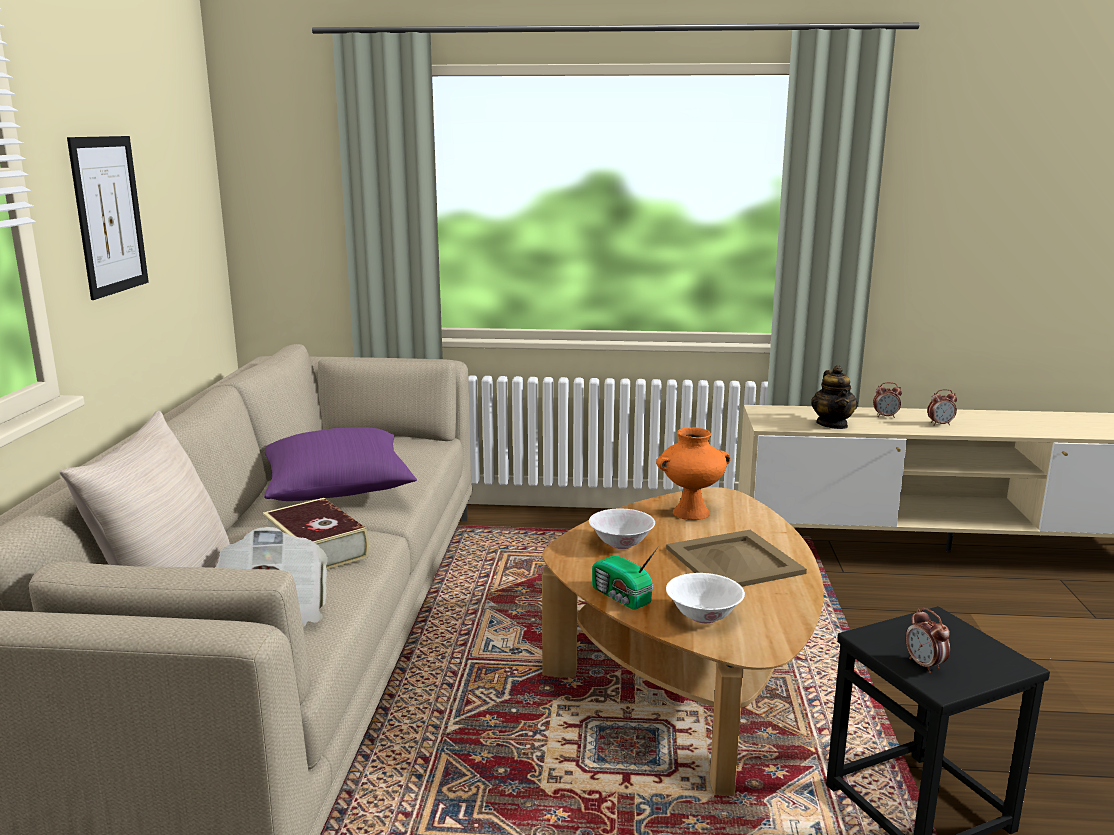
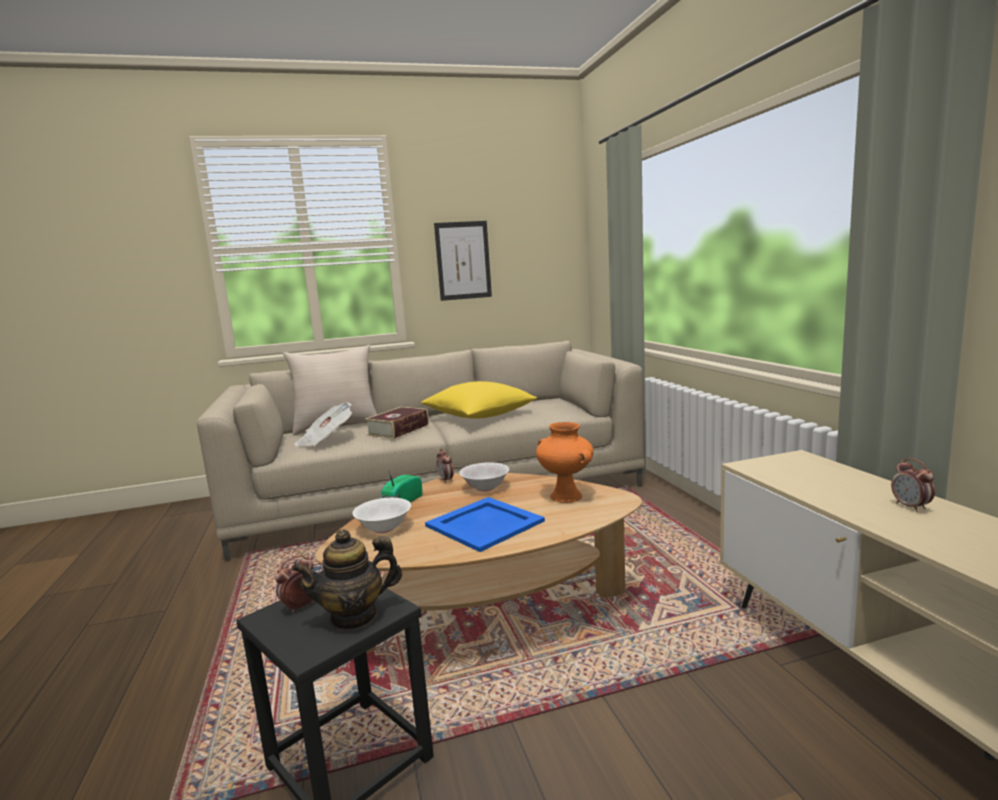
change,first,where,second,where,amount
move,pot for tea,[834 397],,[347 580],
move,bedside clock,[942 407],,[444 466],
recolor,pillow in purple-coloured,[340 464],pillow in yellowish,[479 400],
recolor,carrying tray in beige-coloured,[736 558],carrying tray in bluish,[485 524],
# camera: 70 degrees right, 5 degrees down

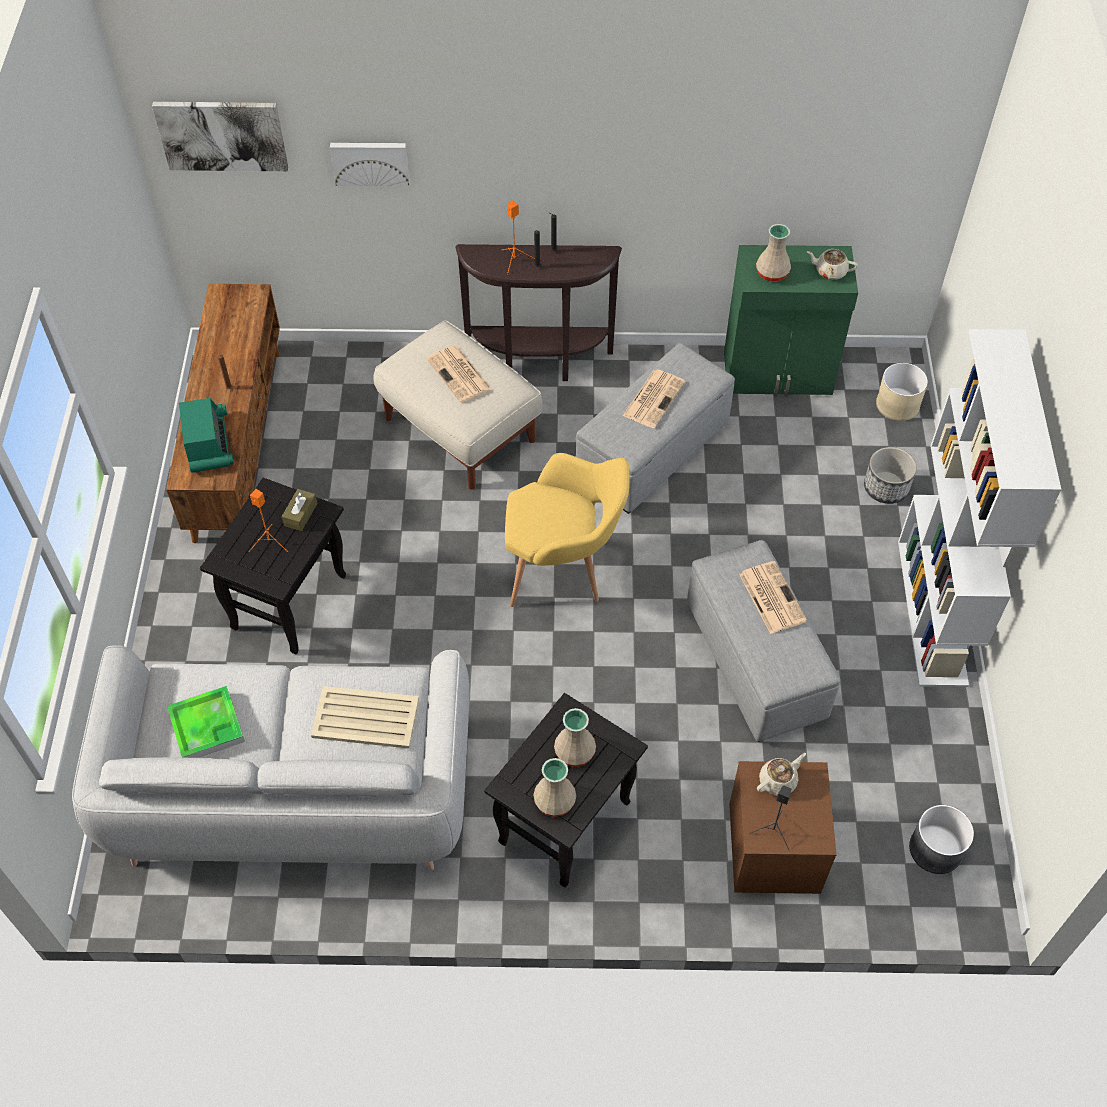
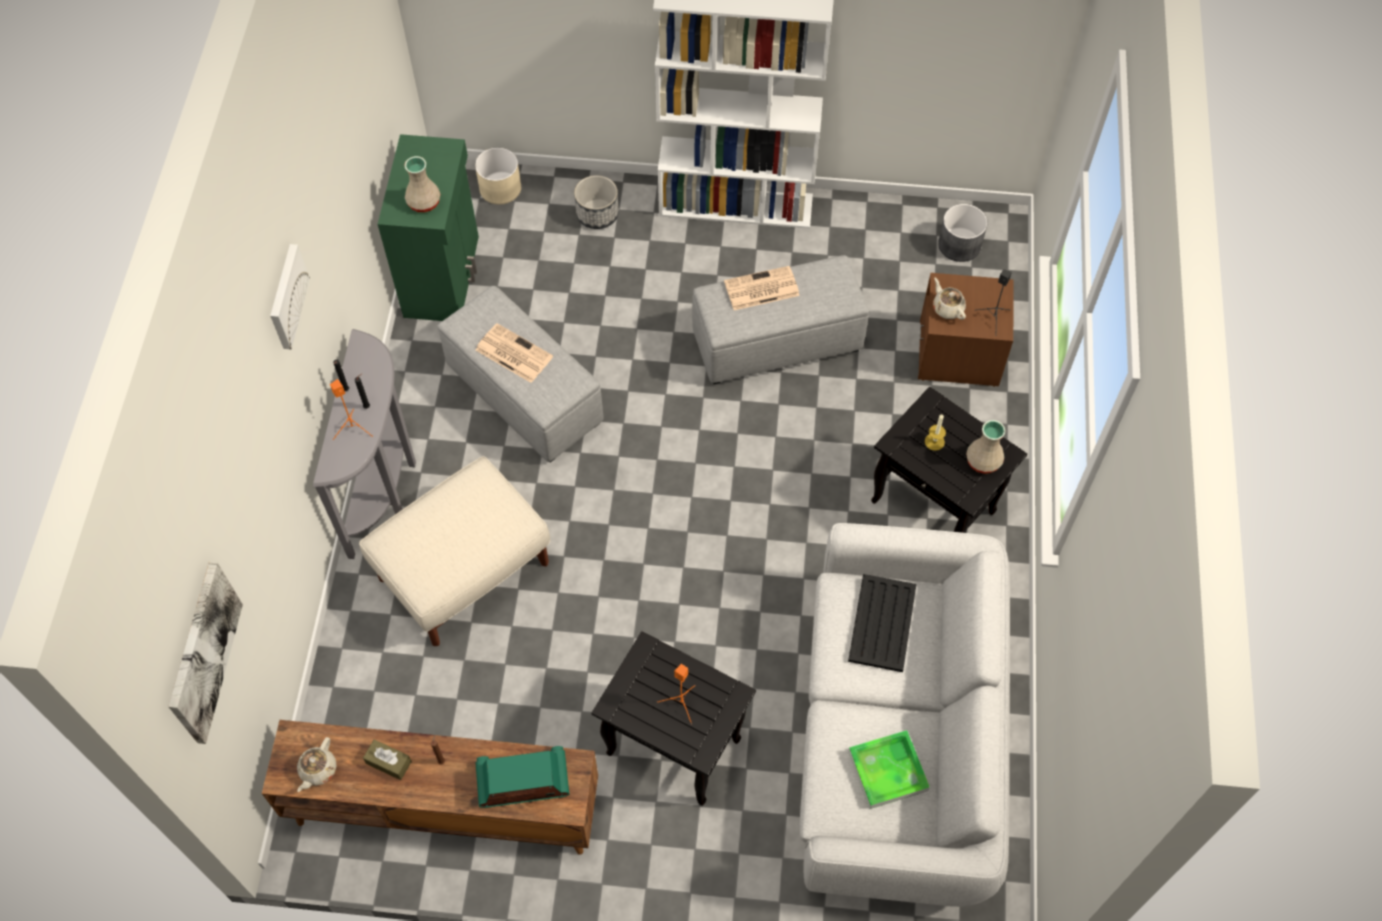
change,first,where,second,where,amount
delete,printed paper,[459 374],,,
delete,lounge chair in yellowish,[567 530],,,
move,box of tissues in brown,[299 510],,[387 759],
move,picture,[370 164],,[290 296],
move,pot for tea in beige-coloured,[832 264],,[317 764],
replace,decorative vase in beige-coloured,[575 737],wax candle,[935 433],
recolor,carrying tray in beige-coloured,[365 717],carrying tray in black-coloured,[882 623],
recolor,hall table in brown,[538 312],hall table in grey,[364 444],
# camera: 85 degrees left, 5 degrees up

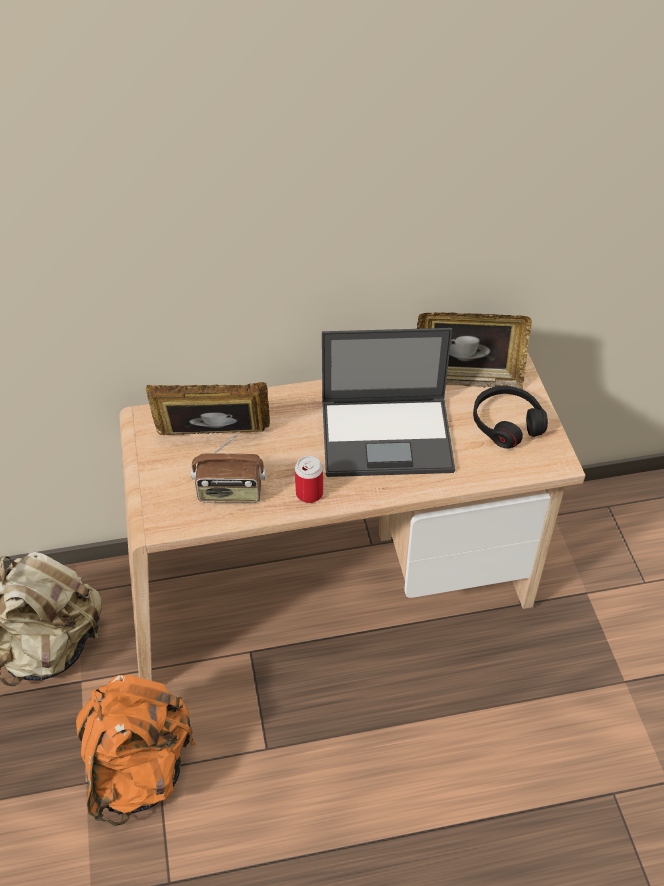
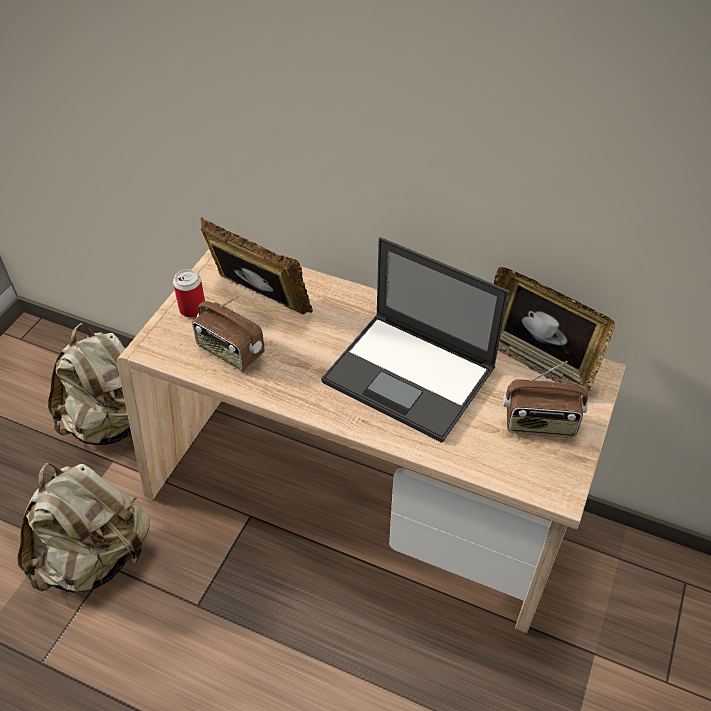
change,first,where,second,where,amount
move,metal can,[309 479],,[189 293],
replace,pair of headphones in black-coloured,[510 417],radio receiver,[545 399],
recolor,rucksack in orange,[136 750],rucksack in beige-coloured,[84 527],
# camera: 35 degrees right, 0 degrees up

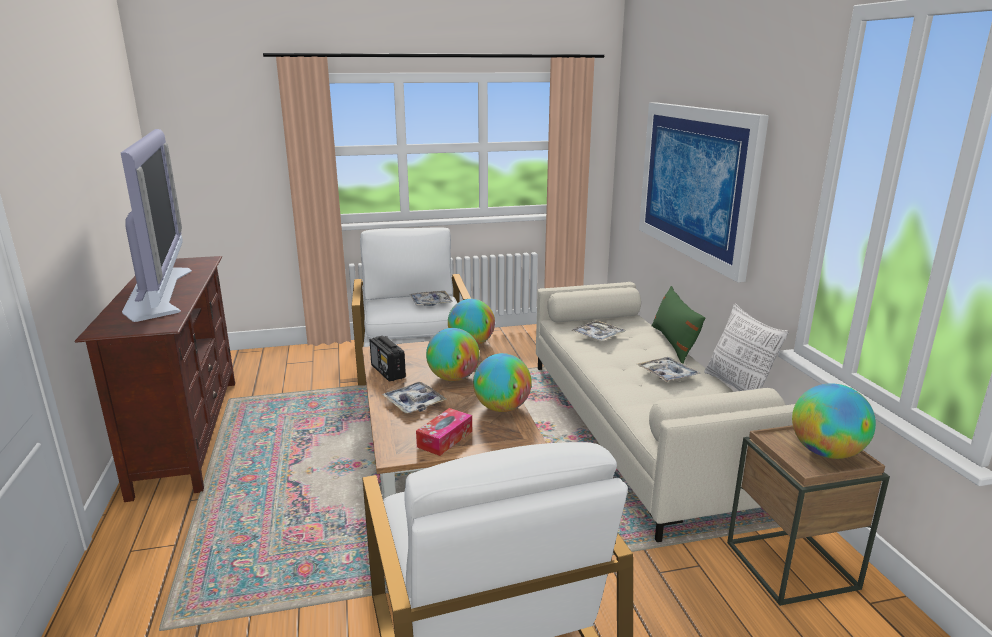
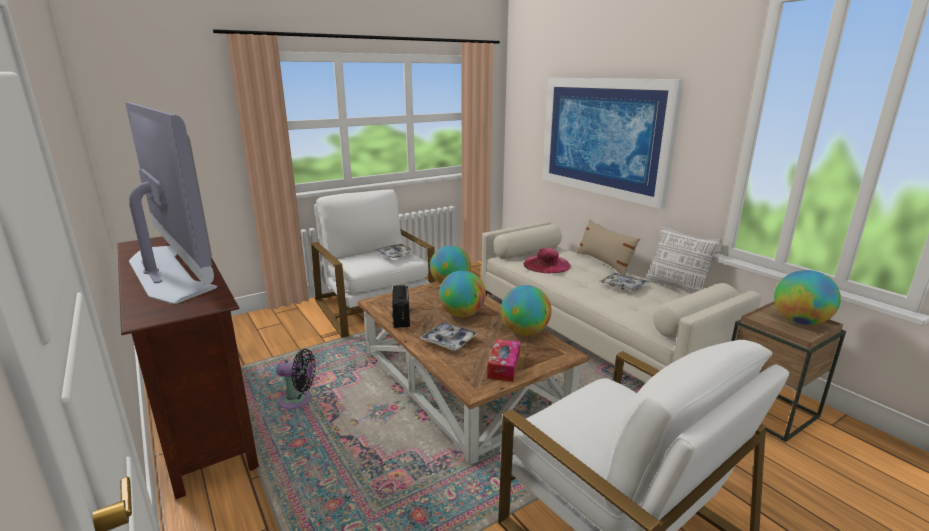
change,first,where,second,where,amount
insert,,,electric fan in black-coloured,[296 379],
replace,carrying tray,[598 330],hat in pink-coloured,[547 260],
recolor,pillow in green,[678 325],pillow in beige-coloured,[608 247],
rotate,radio receiver,[387 359],,[401 306],45 degrees clockwise
# camera: 20 degrees left, 0 degrees up

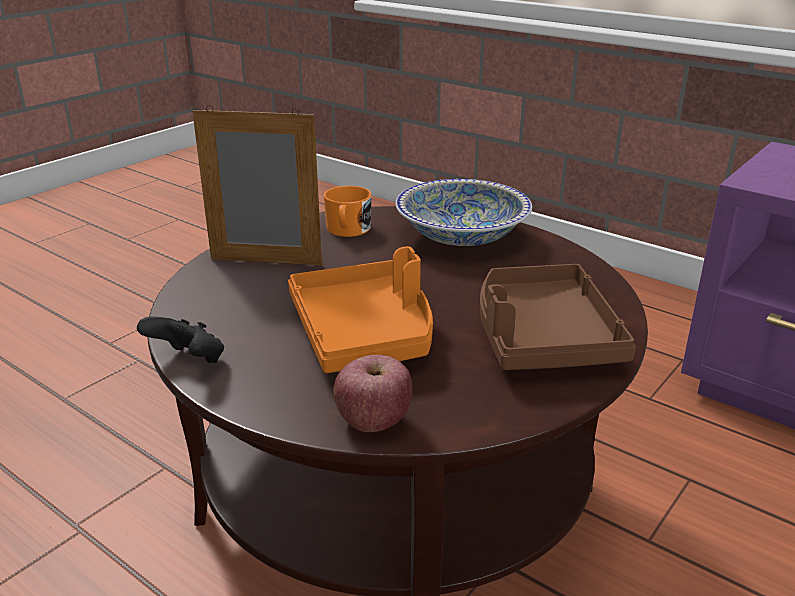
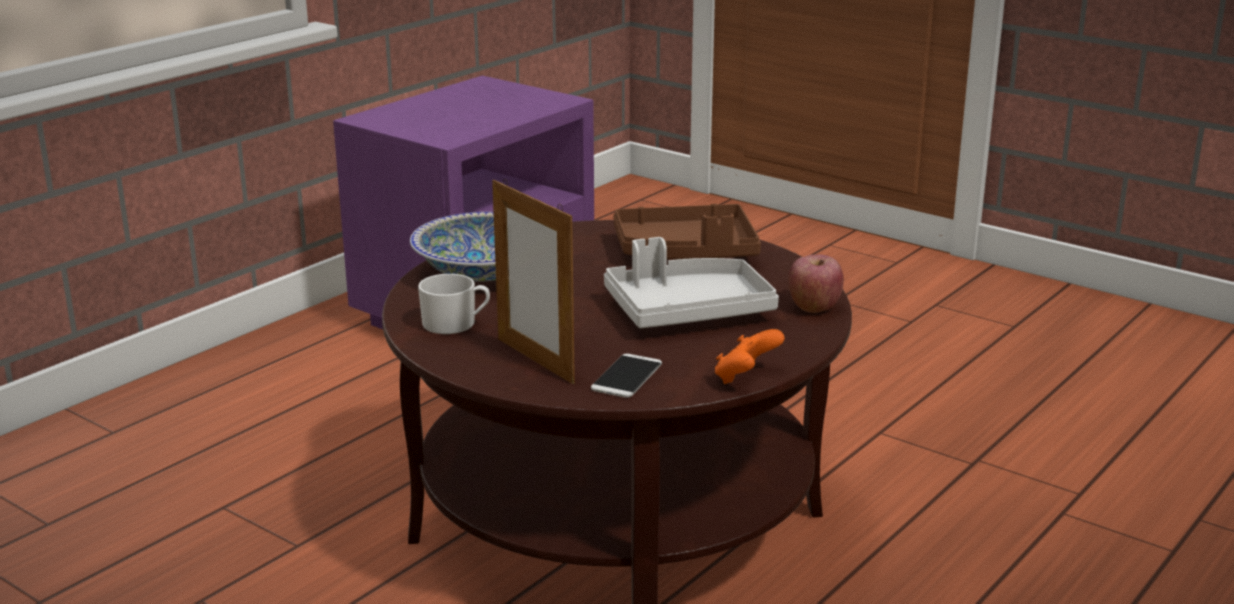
change,first,where,second,where,amount
insert,,,telephone,[626 376],
recolor,gamepad in black-coloured,[180 339],gamepad in orange,[750 356],
recolor,carrying tray in orange,[360 309],carrying tray in grey,[691 282],
recolor,coffee mug in orange,[348 211],coffee mug in whitish,[454 304],
rotate,photo frame,[257 185],,[533 281],45 degrees counterclockwise
# camera: 90 degrees left, 5 degrees down

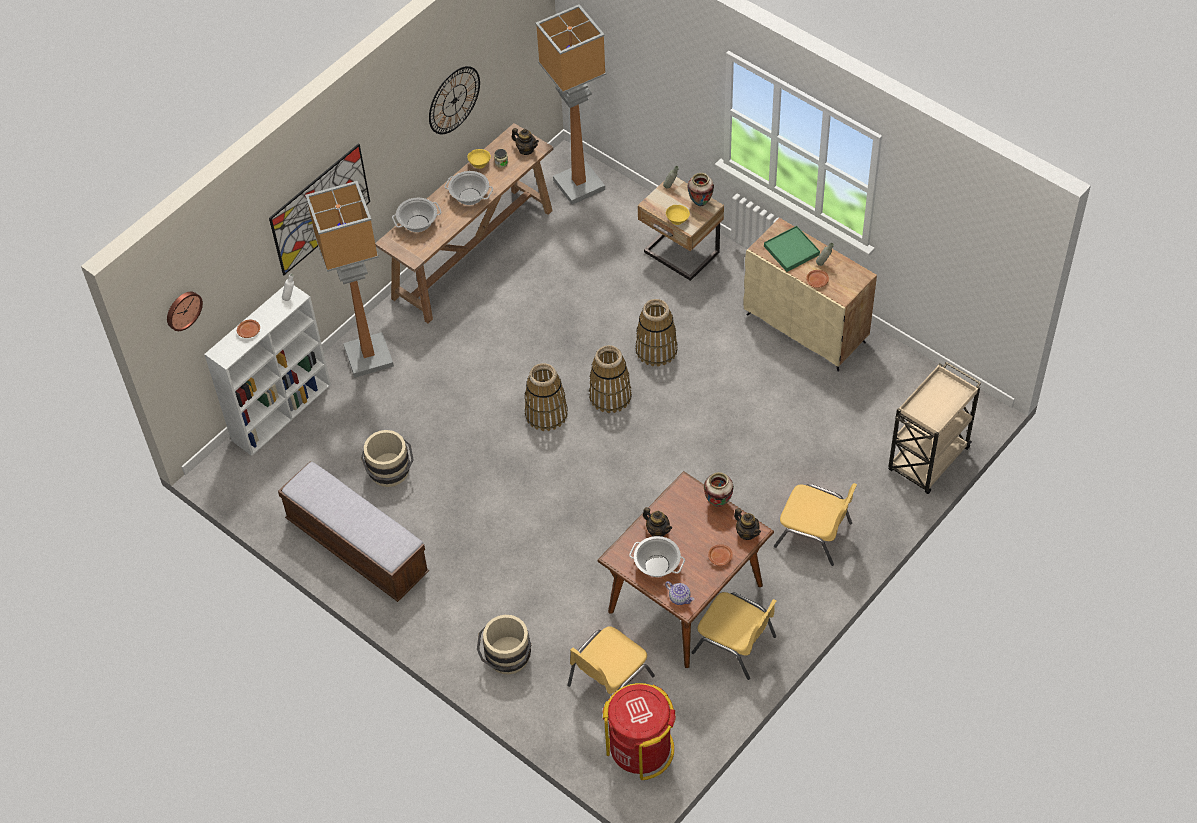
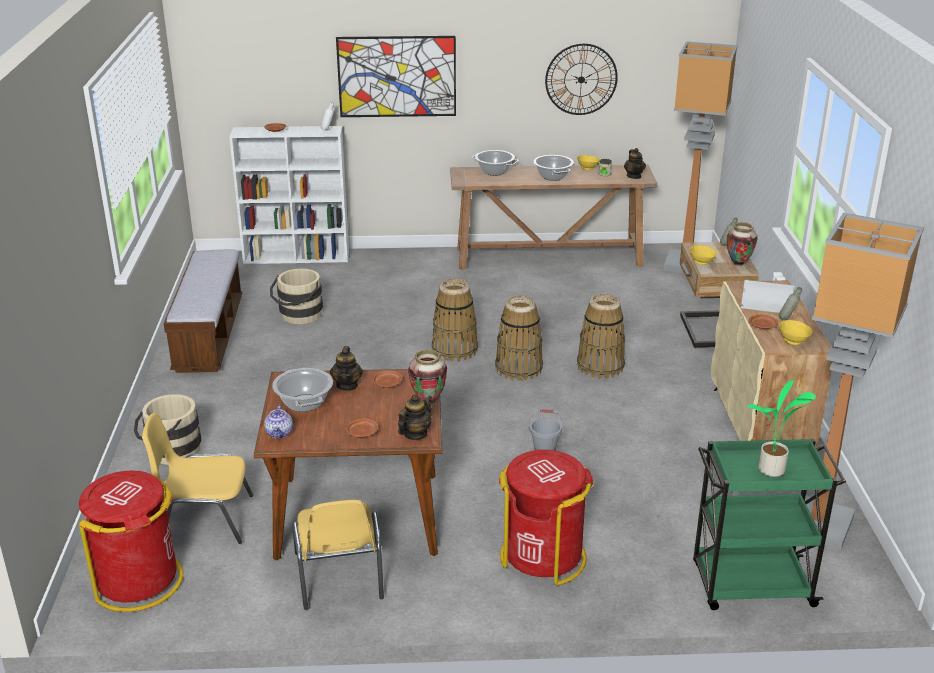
change,first,where,second,where,amount
delete,clock on the wall,[185 311],,,
insert,,,flat dish in brown,[387 379],
insert,,,bucket in grey,[546 430],
insert,,,plant in a pot,[781 428],
insert,,,deep dish in yellowish,[796 332],
move,standing lamp,[349 279],,[861 381],
replace,upright chair in yellowish,[815 524],trash can in red,[546 518],
recolor,carrying tray in green,[792 249],carrying tray in whitish,[768 296],
recolor,wheeled cart in beige-coloured,[934 428],wheeled cart in green,[769 524],
rotate,pot for tea,[747 524],,[415 417],150 degrees counterclockwise
# camera: 45 degrees right, 25 degrees down

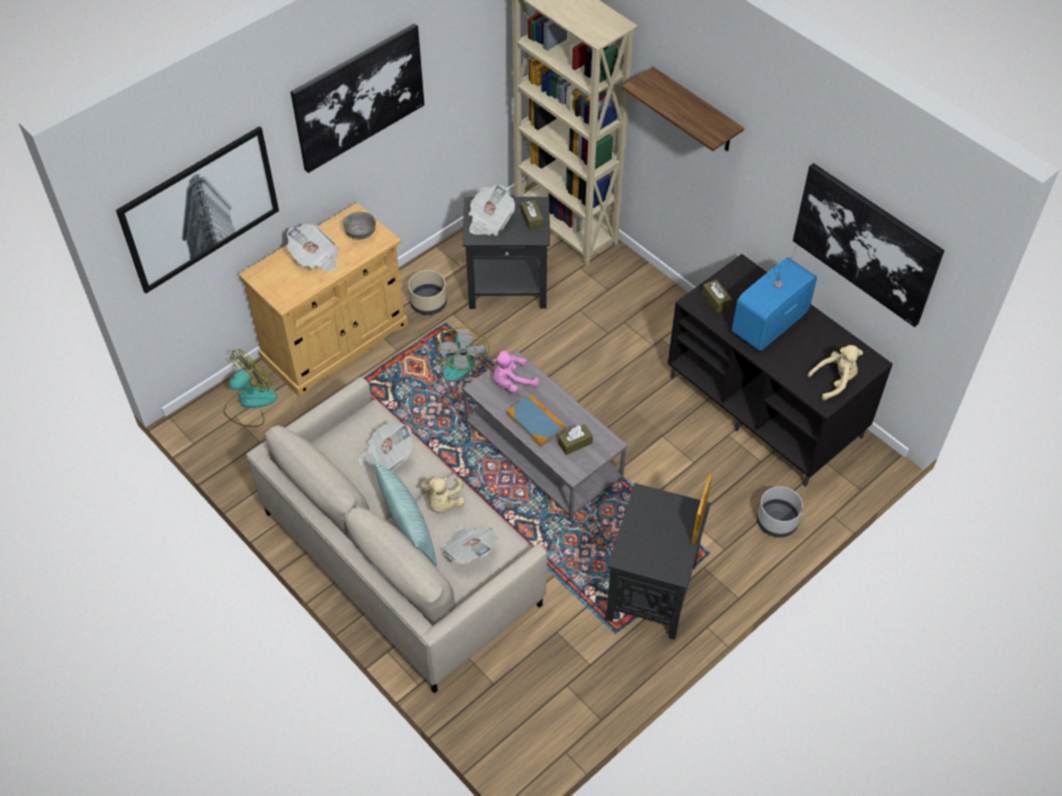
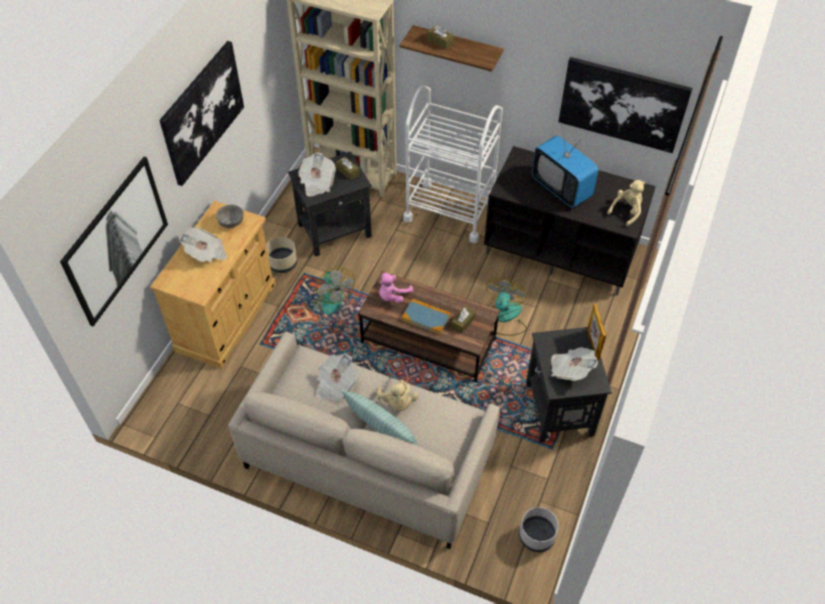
change,first,where,second,where,amount
insert,,,wheeled cart in whitish,[453 164],
move,electric fan,[251 388],,[506 306],
move,printed paper,[469 545],,[574 364],
move,box of tissues in brown,[717 296],,[440 37],
move,planter in grey,[780 511],,[539 529],
recolor,lounge table in grey,[545 436],lounge table in brown,[429 327],
rotate,TV set,[774 299],,[565 166],60 degrees counterclockwise
# camera: 25 degrees left, 0 degrees up

